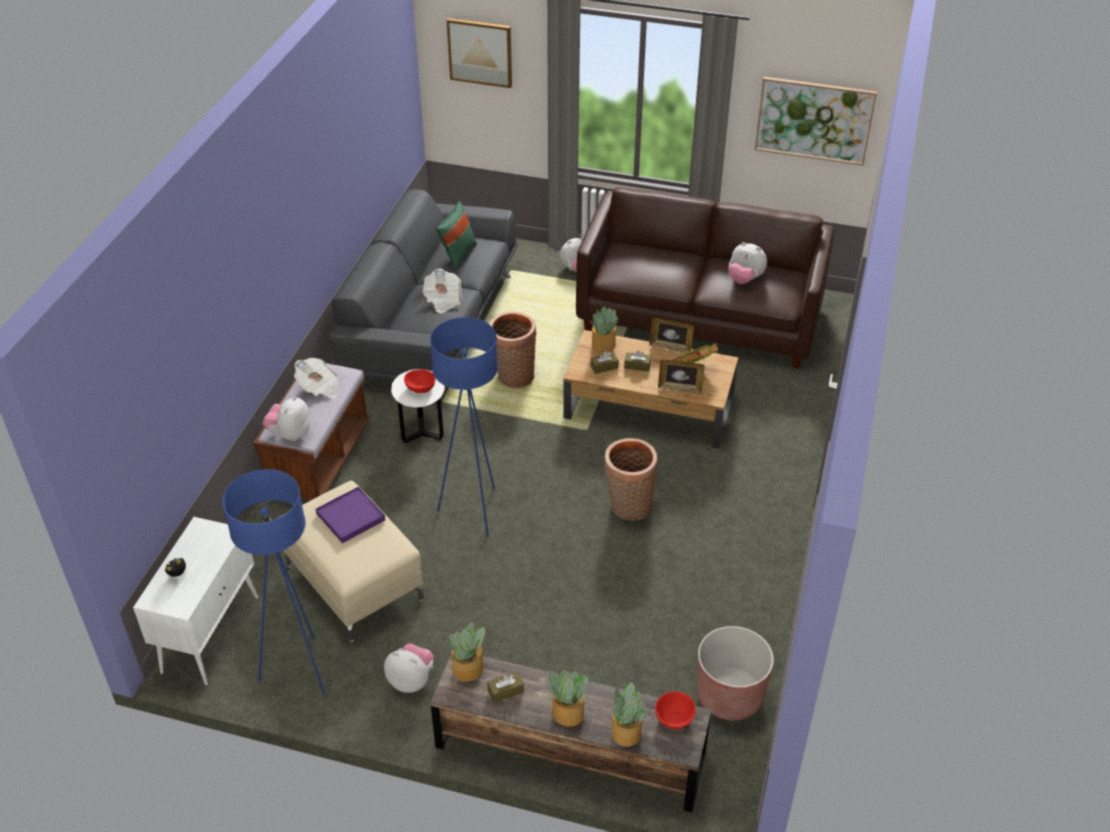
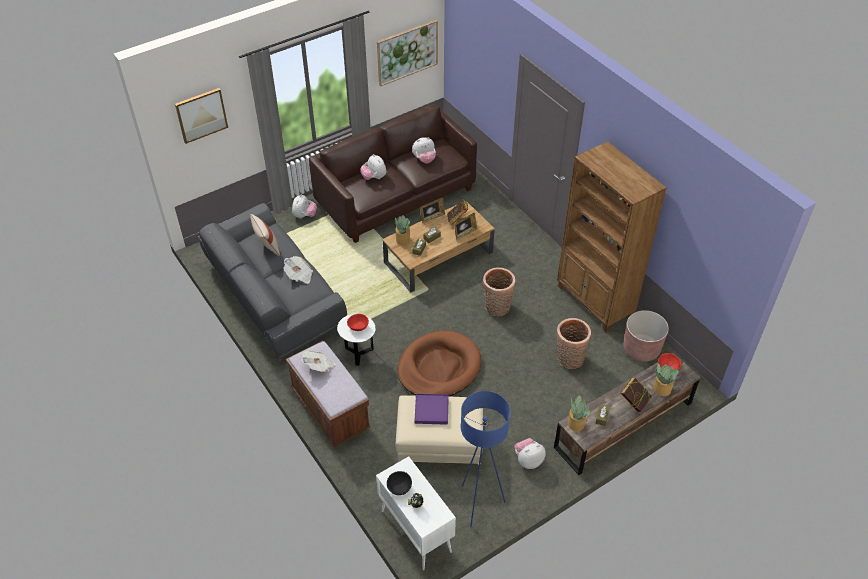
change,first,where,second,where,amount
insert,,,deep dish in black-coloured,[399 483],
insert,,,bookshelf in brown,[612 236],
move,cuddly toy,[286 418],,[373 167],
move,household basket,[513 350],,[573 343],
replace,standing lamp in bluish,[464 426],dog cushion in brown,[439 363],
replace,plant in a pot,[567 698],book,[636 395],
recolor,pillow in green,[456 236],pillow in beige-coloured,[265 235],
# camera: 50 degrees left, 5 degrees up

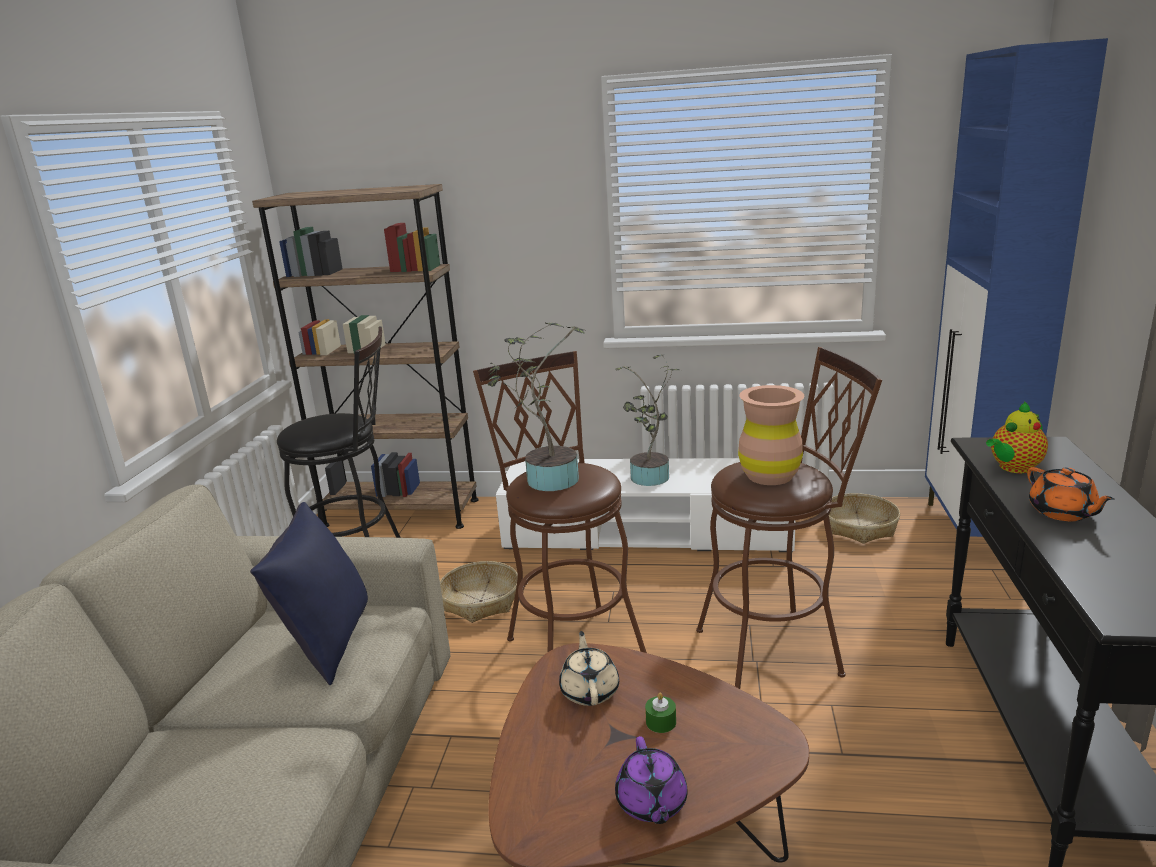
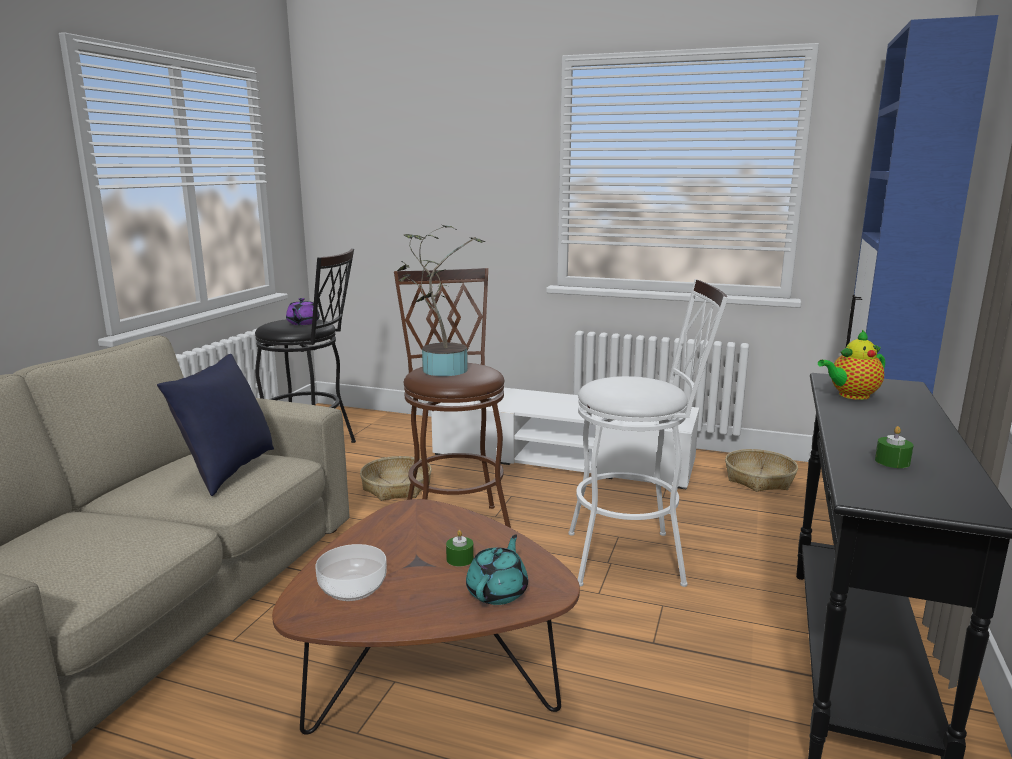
change,first,where,second,where,amount
delete,bookshelf in brown,[365 356],,,
delete,pot for tea in beige-coloured,[589 668],,,
delete,plant in a pot,[648 420],,,
delete,decorative vase in brown,[771 435],,,
delete,pot for tea in orange,[1071 494],,,
insert,,,deep dish,[351 572],
insert,,,pot for tea in blue-green,[497 569],
insert,,,wax candle in green,[894 447],
move,pot for tea in purple-coloured,[651 780],,[303 311],
recolor,sitting stool in brown,[789 518],sitting stool in whitish,[648 433],
# camera: 10 degrees right, 5 degrees down

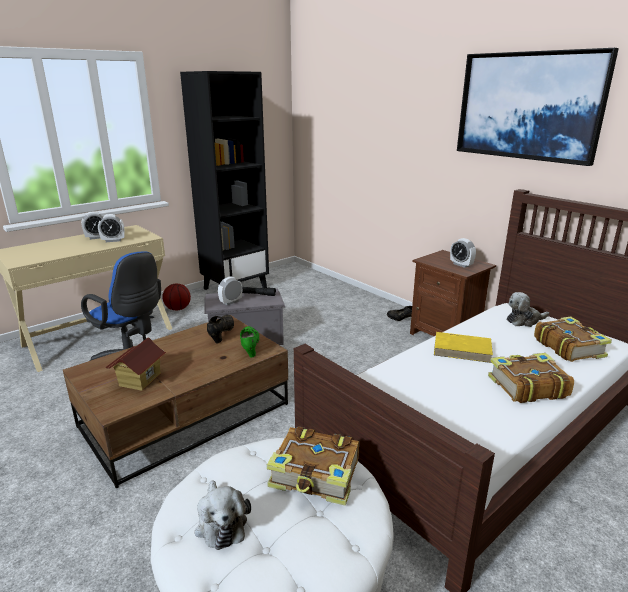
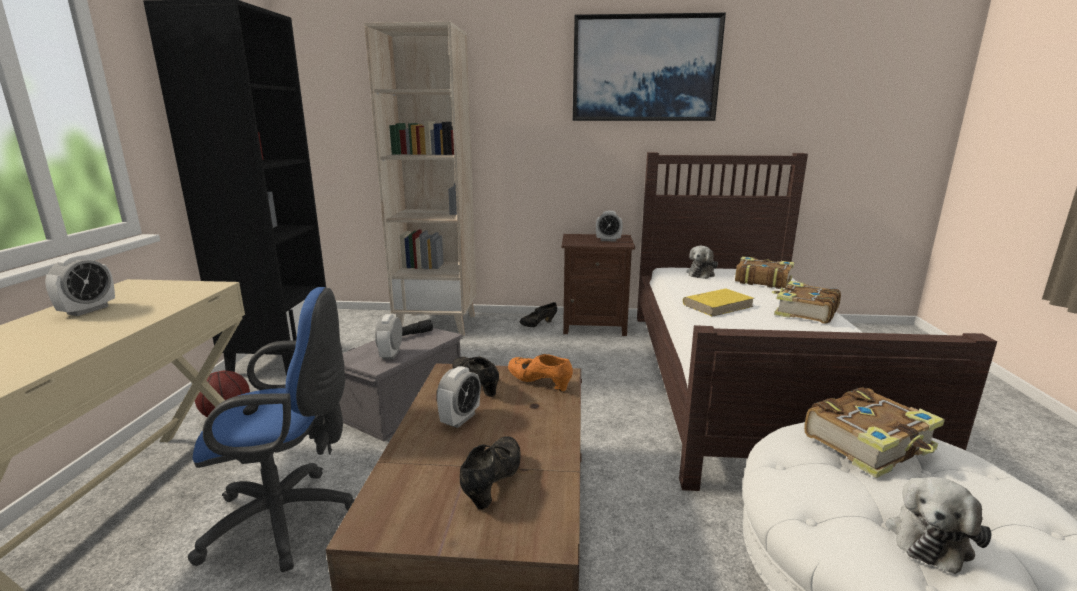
change,first,where,second,where,amount
insert,,,bookshelf in beige-coloured,[420 179],
move,bedside clock,[111 228],,[459 397],
replace,toy house,[135 364],item of footwear in black-coloured,[490 473],
recolor,item of footwear in green,[249 342],item of footwear in orange,[540 372],
rotate,cuddly toy,[223 515],,[938 525],105 degrees clockwise
# camera: 45 degrees left, 5 degrees down

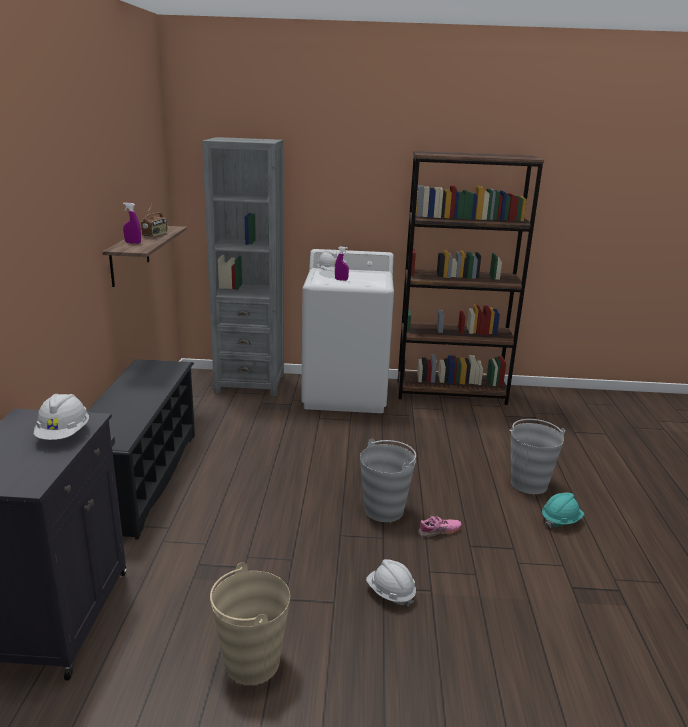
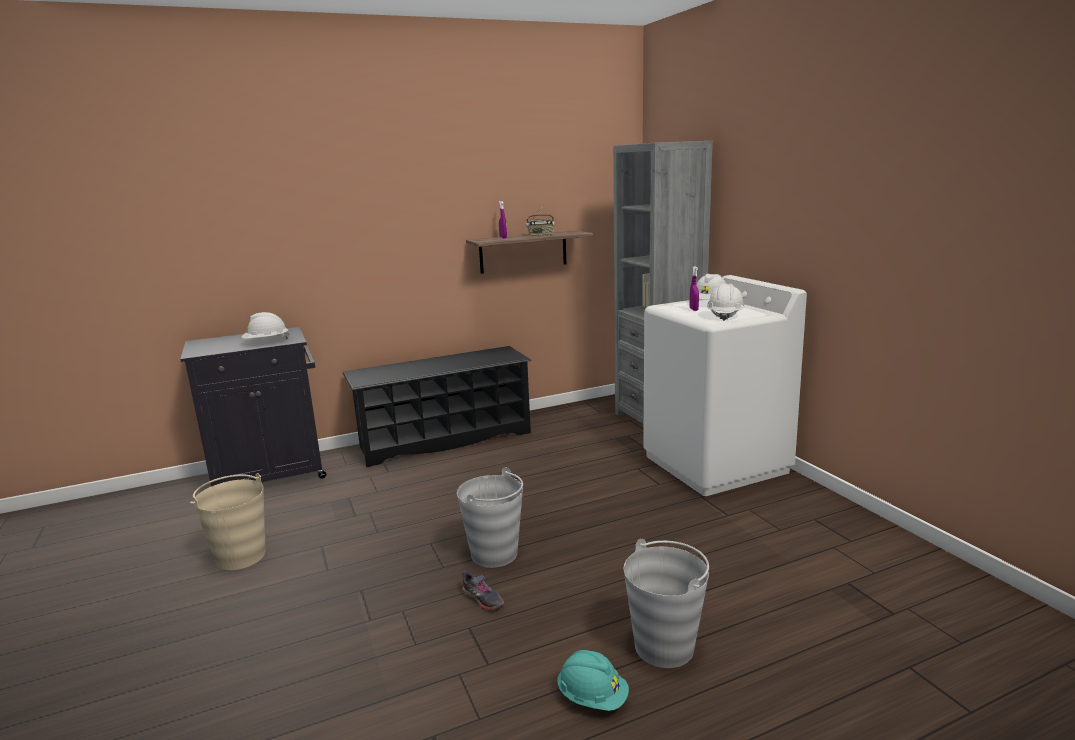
change,first,where,second,where,amount
delete,bookshelf in brown,[470 277],,,
move,safety helmet in whitish,[391 583],,[726 302],
recolor,item of footwear in pink-coloured,[440 526],item of footwear in grey,[483 590],
# camera: 65 degrees right, 5 degrees down

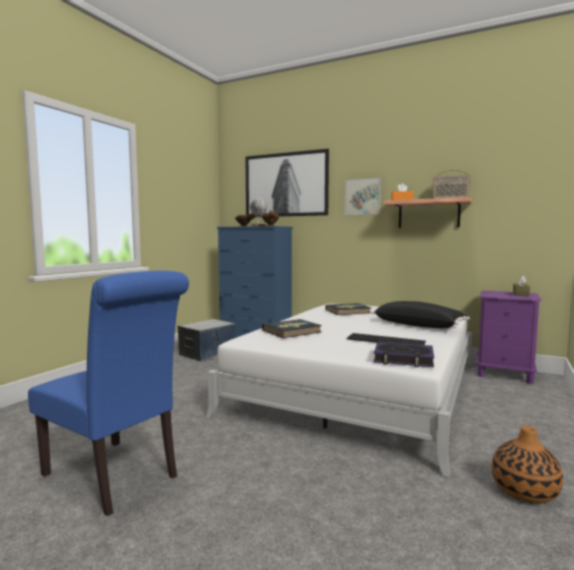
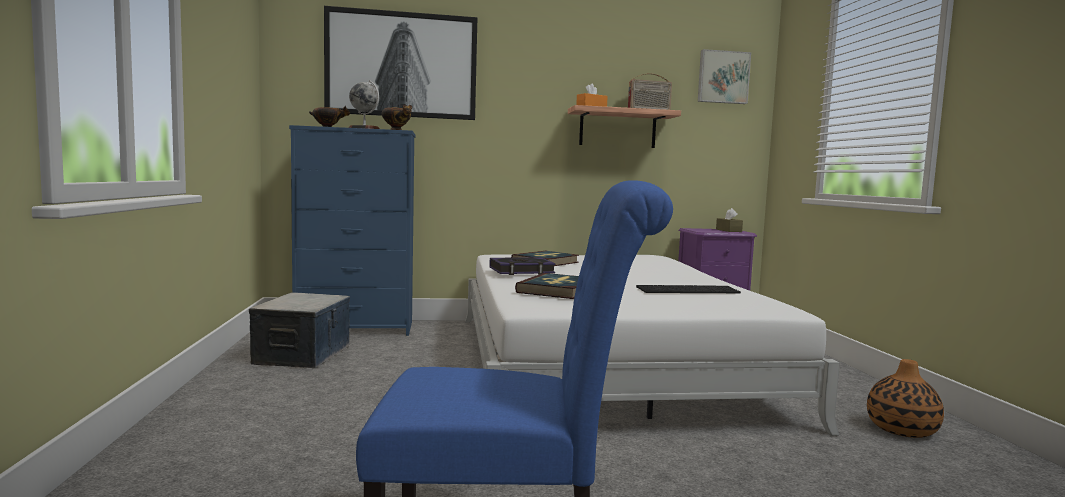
change,first,where,second,where,amount
delete,pillow in black-coloured,[421 314],,,
move,picture,[362 196],,[724 76],
move,book,[404 354],,[522 266],
# camera: 35 degrees left, 0 degrees up

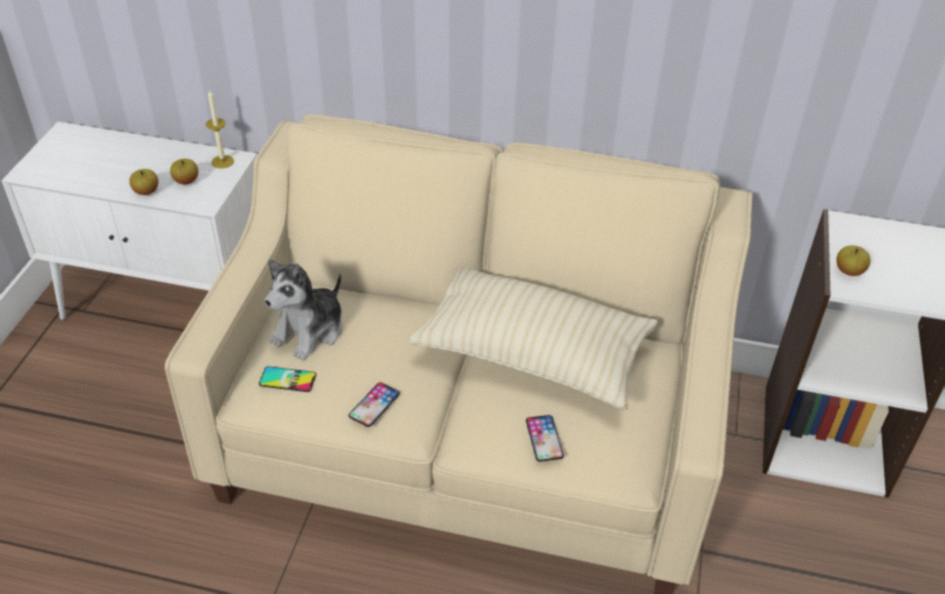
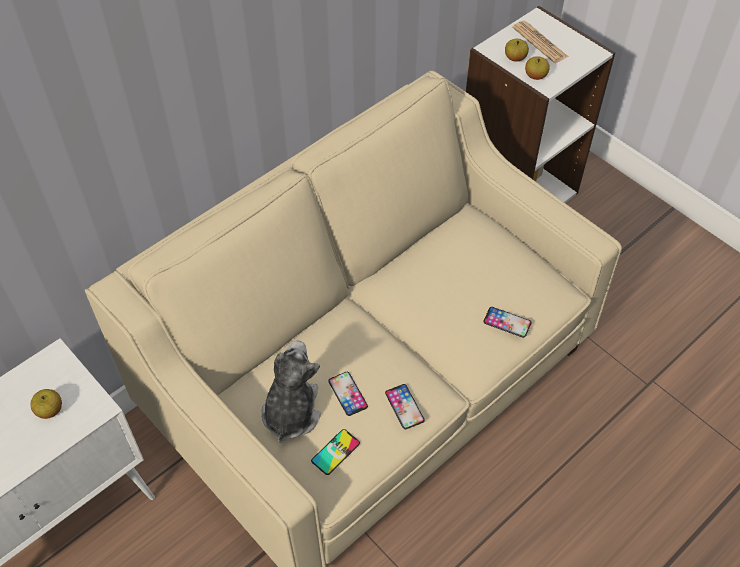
change,first,where,second,where,amount
delete,wax candle,[220 129],,,
delete,pillow in beige-coloured,[533 339],,,
insert,,,telephone,[348 394],
insert,,,printed paper,[540 42],
move,whole apple,[143 182],,[517 50],
rotate,cuddly toy,[304 310],,[291 392],150 degrees counterclockwise
# camera: 55 degrees left, 10 degrees up

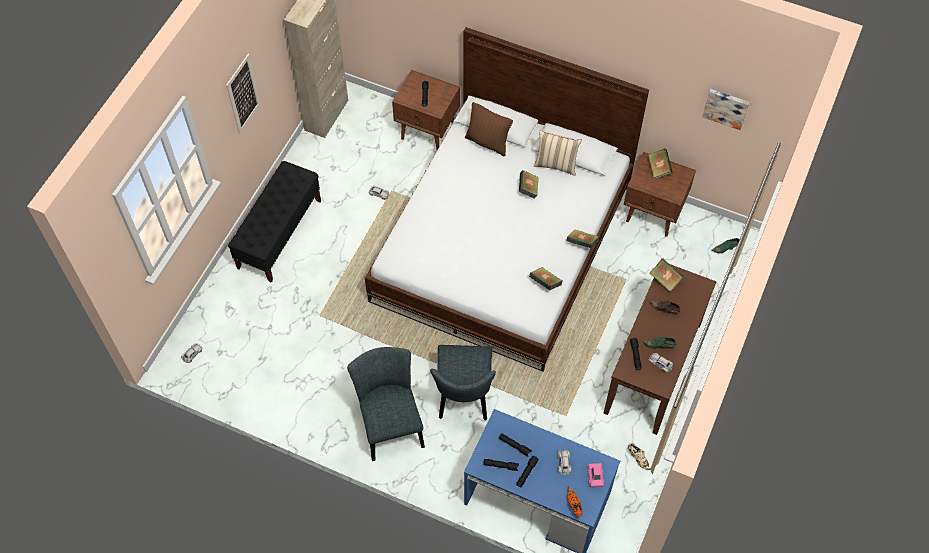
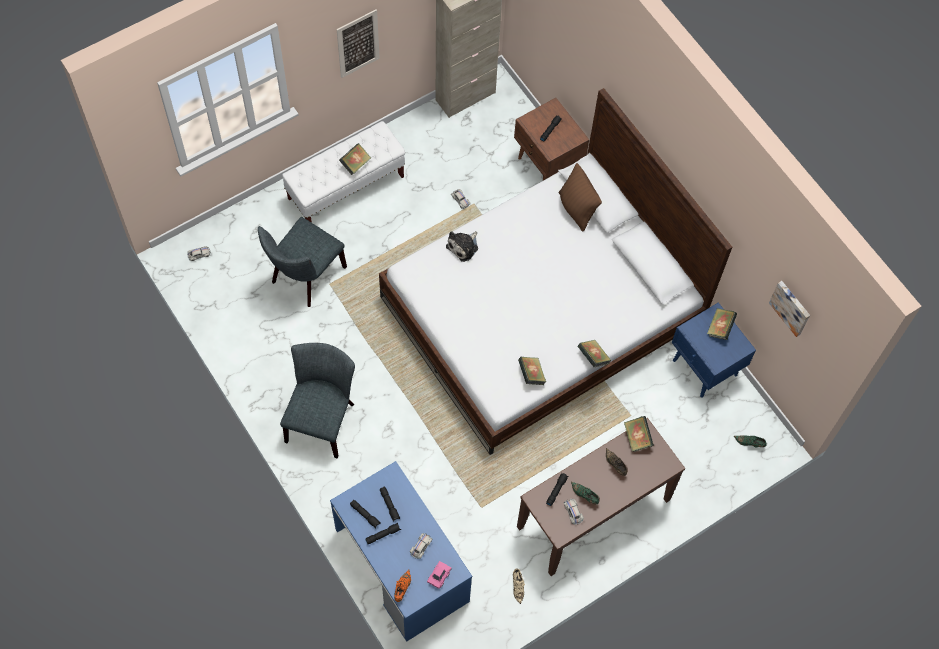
change,first,where,second,where,amount
delete,pillow in beige-coloured,[557 153],,,
insert,,,cuddly toy,[462 246],
move,upright chair in grey,[463 382],,[302 262],
move,book,[528 184],,[355 159],
recolor,long seat in black-coloured,[274 222],long seat in whitish,[343 172],
recolor,night table in brown,[660 194],night table in bluish,[714 350],
# camera: 30 degrees right, 5 degrees up

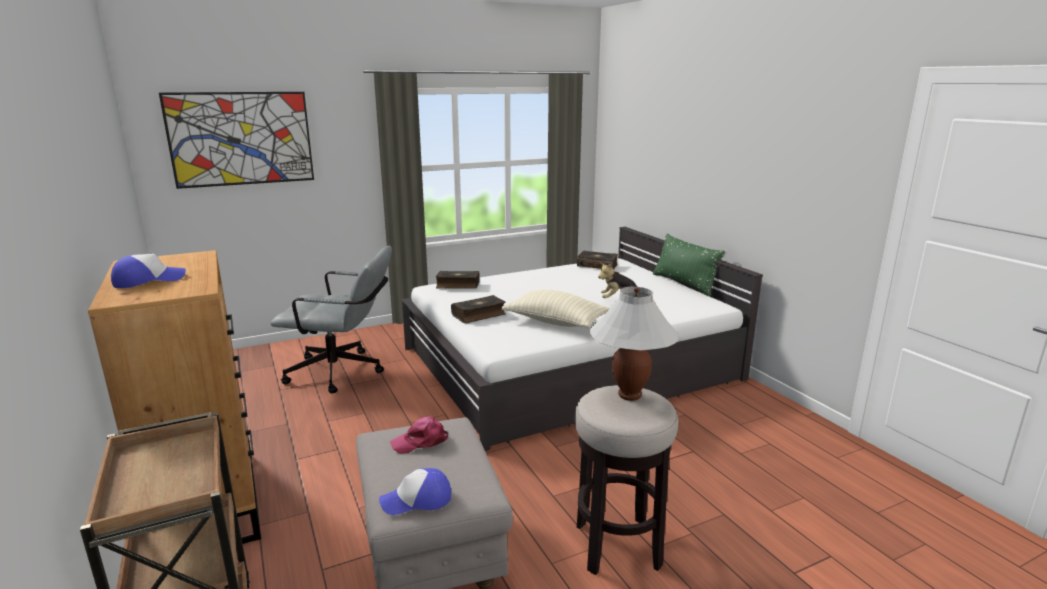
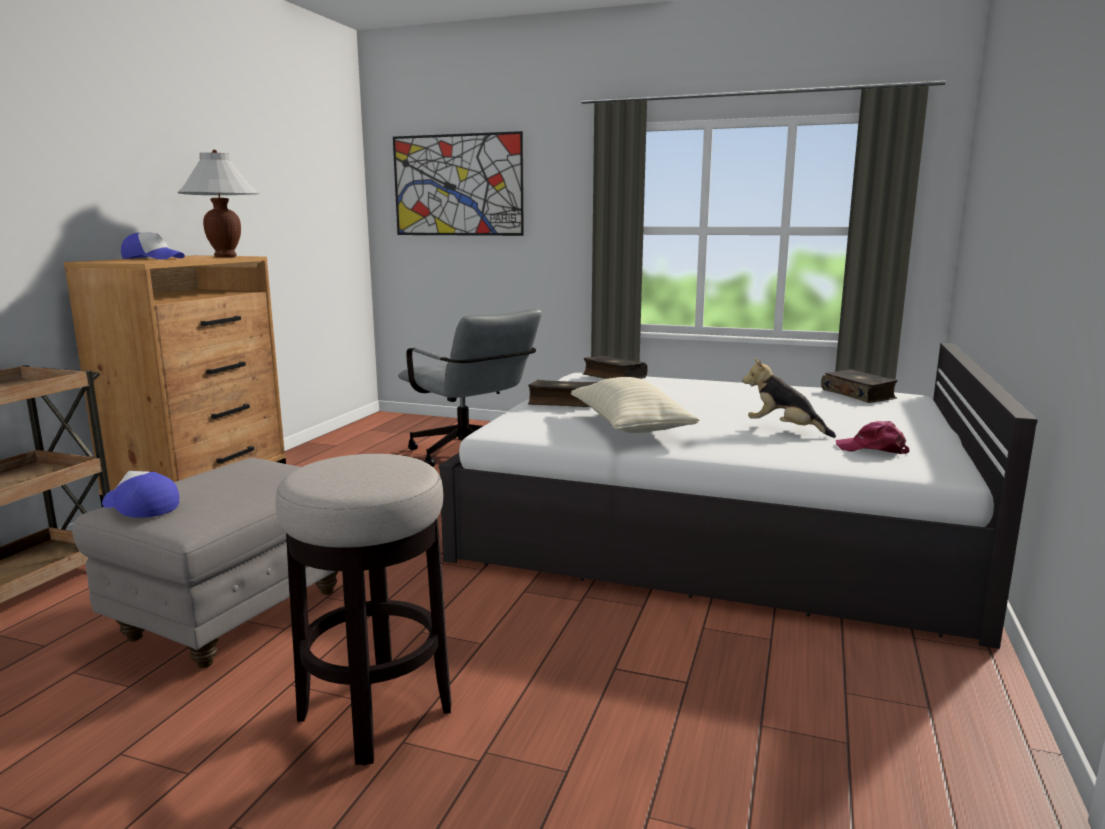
change,first,where,second,where,amount
delete,pillow in green,[689 265],,,
move,peaked cap in pink-coloured,[419 435],,[873 437],
move,lamp for a table in whitish,[634 344],,[218 203],
# camera: 45 degrees right, 5 degrees down

